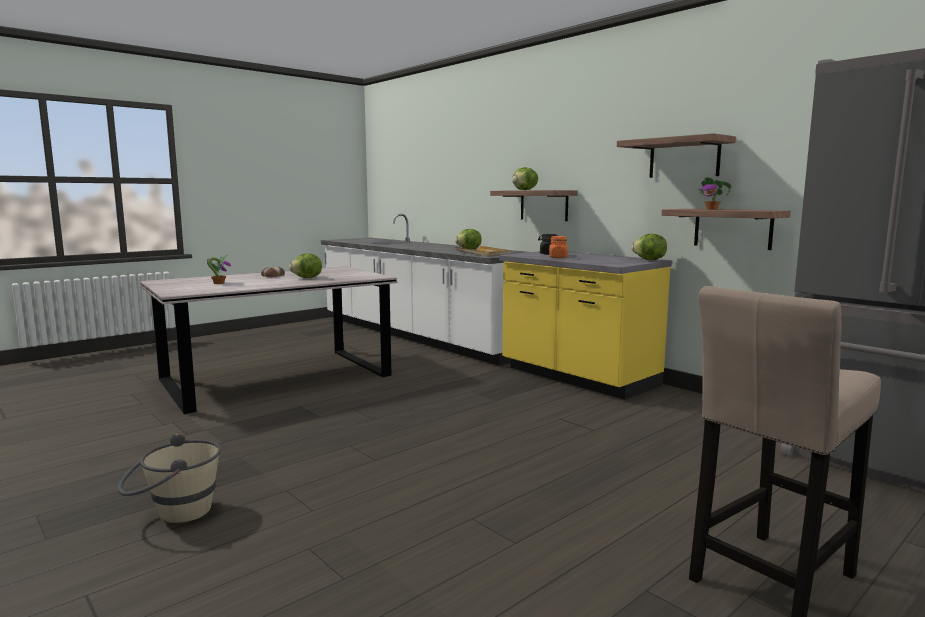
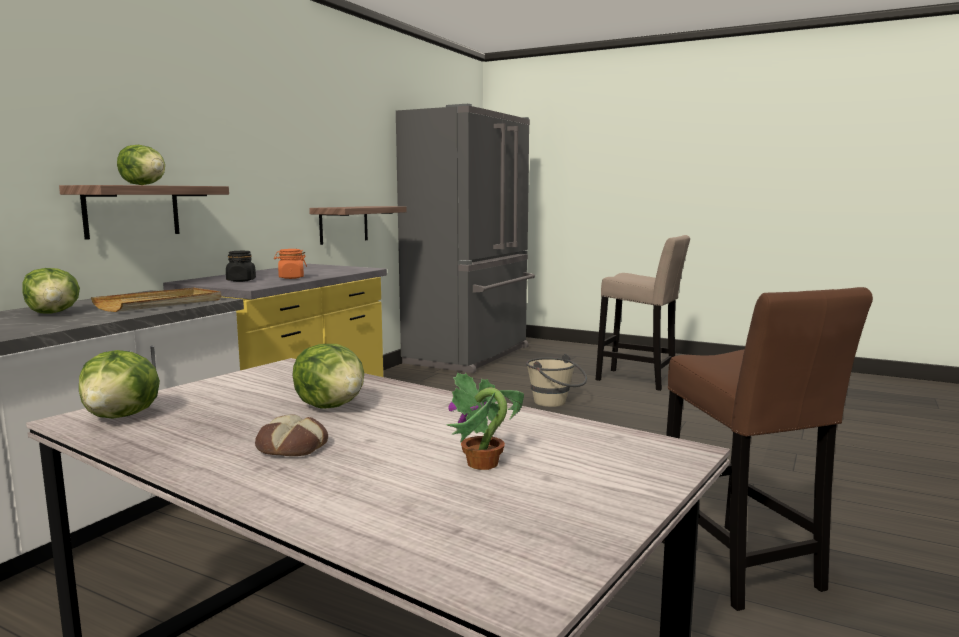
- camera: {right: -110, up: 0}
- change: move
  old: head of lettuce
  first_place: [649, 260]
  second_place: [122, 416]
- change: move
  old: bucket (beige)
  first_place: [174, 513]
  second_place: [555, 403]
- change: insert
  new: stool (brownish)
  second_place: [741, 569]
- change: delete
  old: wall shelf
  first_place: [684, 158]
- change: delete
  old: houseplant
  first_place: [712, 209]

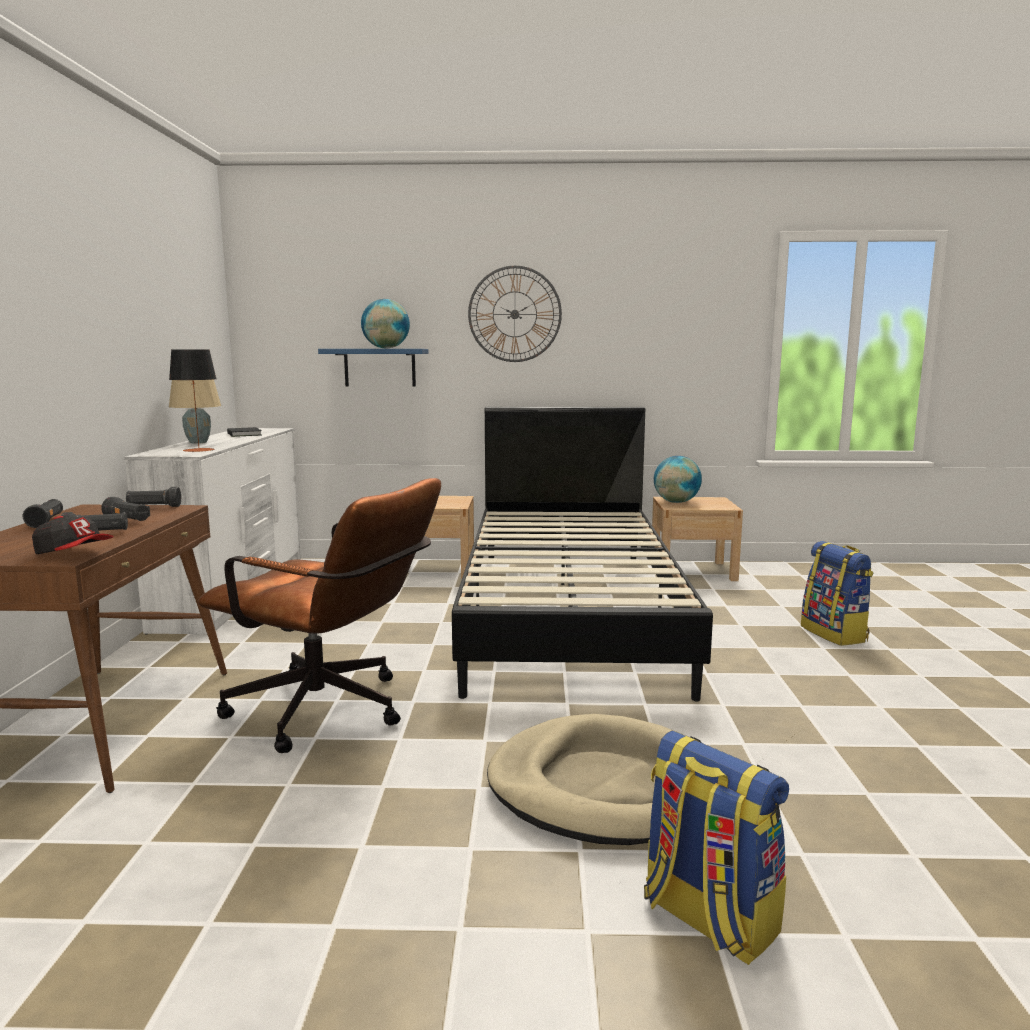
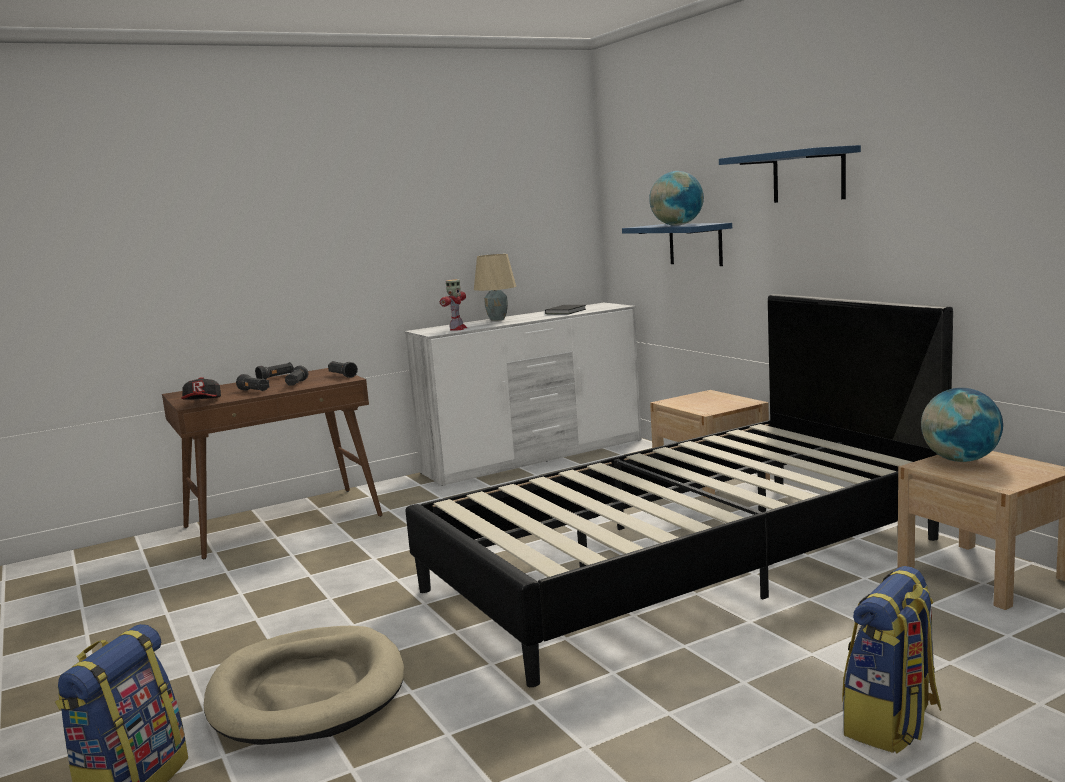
- camera: {right: 60, up: 0}
- change: replace
  old: table lamp
  new: toy robot
  first_place: [199, 450]
  second_place: [457, 329]
- change: replace
  old: hanging clock
  new: wall shelf (bluish)
  first_place: [514, 314]
  second_place: [808, 176]
- change: delete
  old: computer chair (brownish)
  first_place: [331, 713]

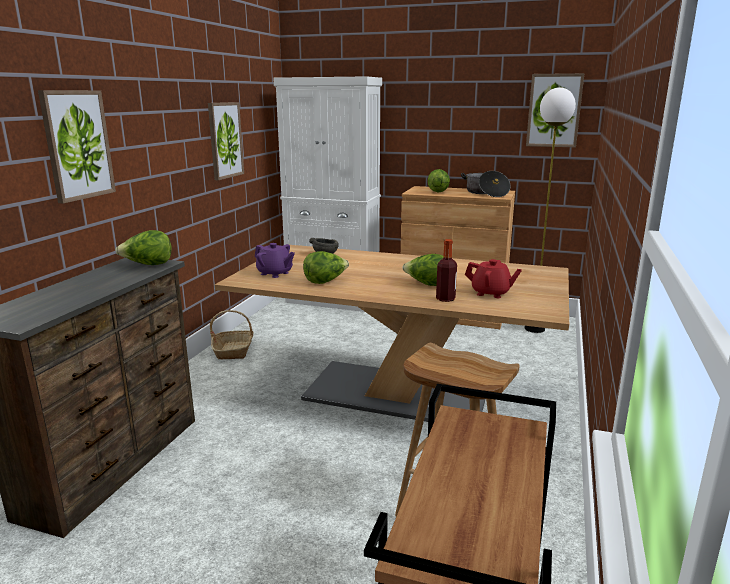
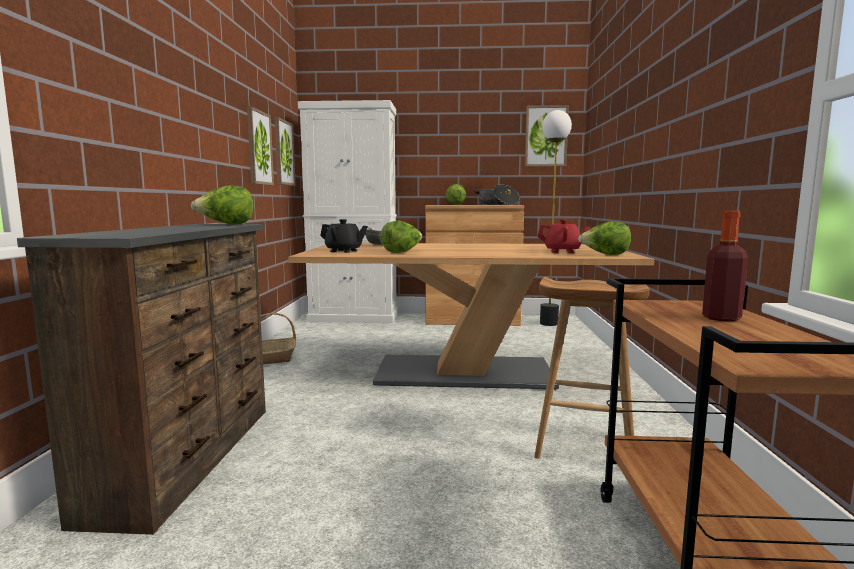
- camera: {right: -15, up: -10}
- change: move
  old: wall art
  first_place: [77, 145]
  second_place: [283, 153]
- change: recolor
  old: tea pot (purple)
  new: tea pot (blackish)
  first_place: [275, 273]
  second_place: [344, 251]
- change: move
  old: head of lettuce
  first_place: [427, 284]
  second_place: [605, 255]
- change: move
  old: beverage bottle
  first_place: [445, 299]
  second_place: [721, 318]

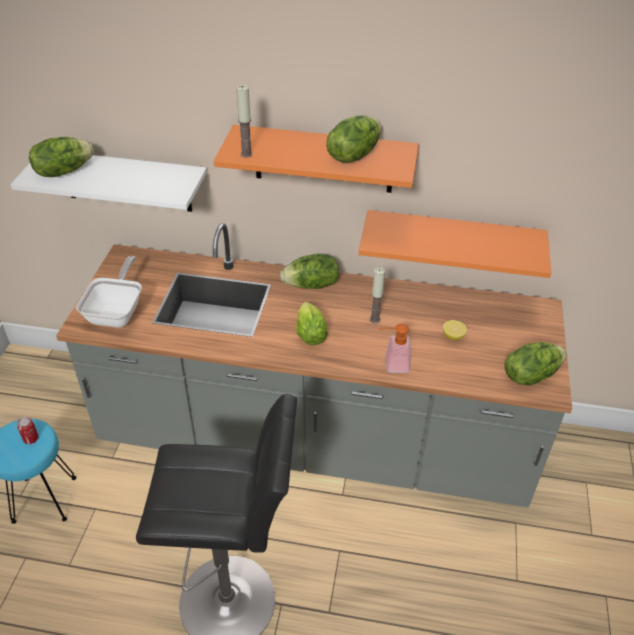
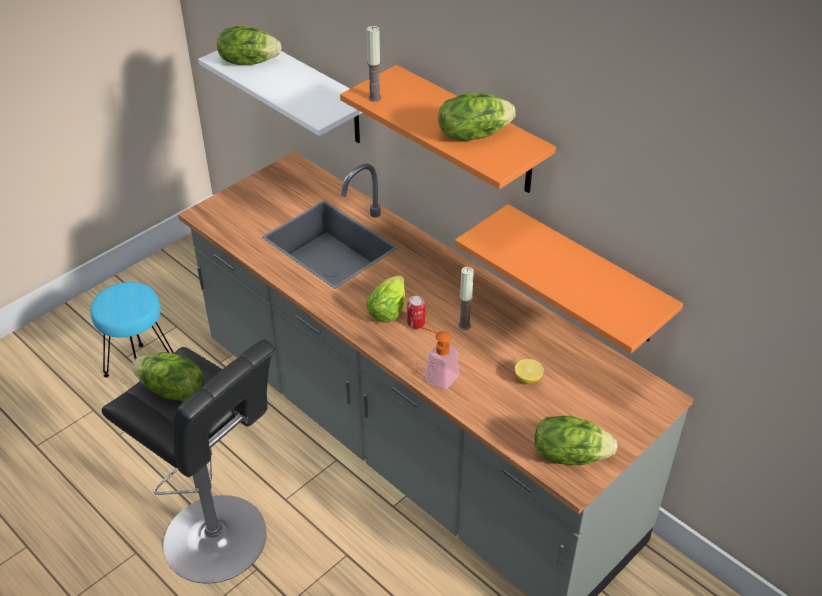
- camera: {right: 35, up: 0}
- change: move
  old: head of lettuce
  first_place: [311, 285]
  second_place: [171, 391]
- change: move
  old: can
  first_place: [31, 439]
  second_place: [416, 324]
- change: delete
  old: frying pan
  first_place: [117, 312]

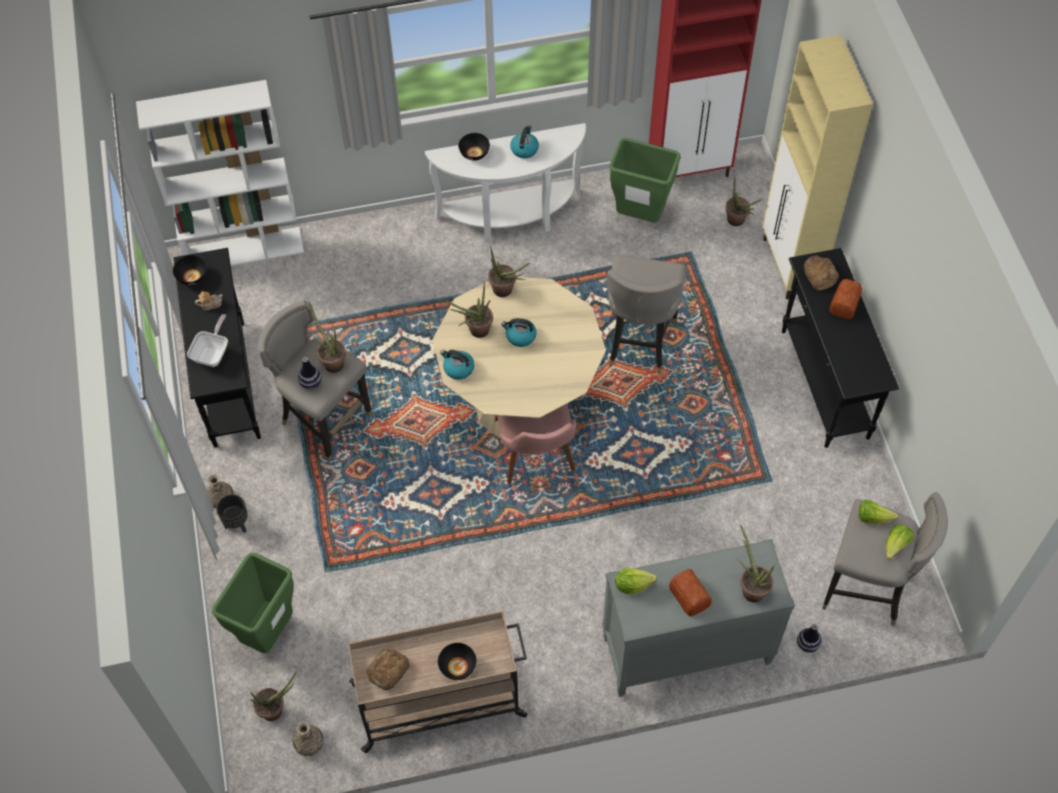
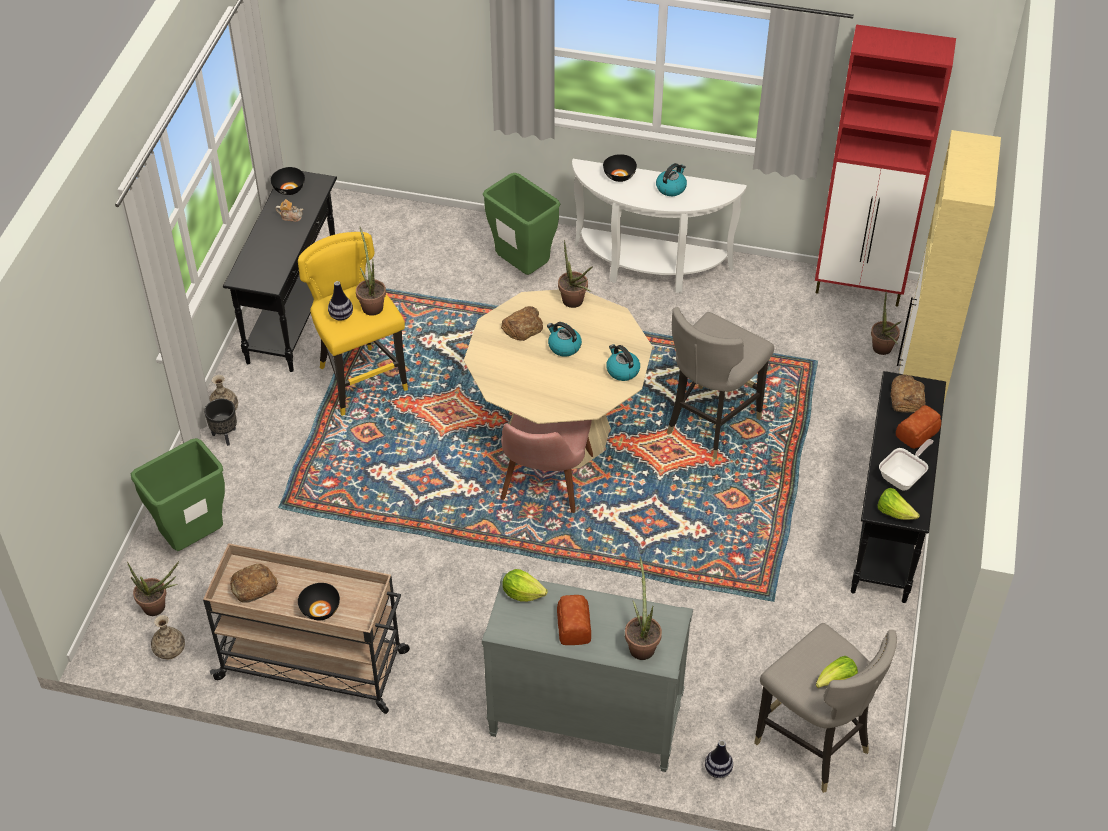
- camera: {right: 25, up: -10}
- change: recolor
  old: stool (grey)
  new: stool (yellow)
  first_place: [325, 421]
  second_place: [360, 380]
- change: move
  old: waste bin (green)
  first_place: [639, 216]
  second_place: [522, 268]
- change: replace
  old: houseplant
  new: bread
  first_place: [475, 331]
  second_place: [523, 327]
- change: move
  old: kettle
  first_place: [458, 368]
  second_place: [622, 370]
- change: move
  old: head of lettuce
  first_place: [872, 517]
  second_place: [894, 513]
- change: move
  old: frying pan
  first_place: [213, 353]
  second_place: [904, 476]
- change: delete
  old: bookshelf (white)
  first_place: [245, 250]

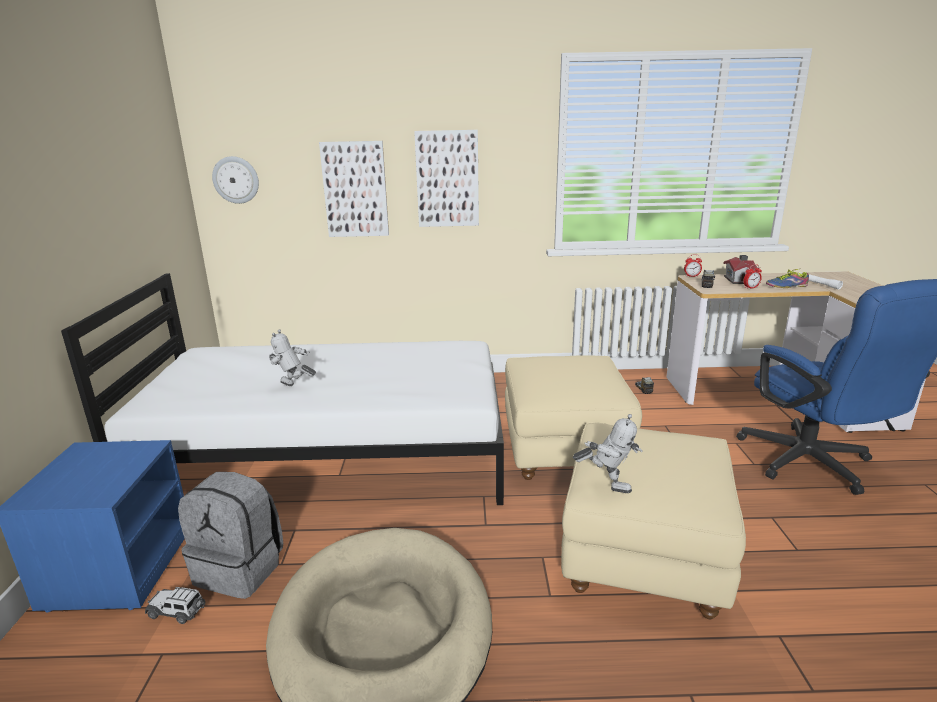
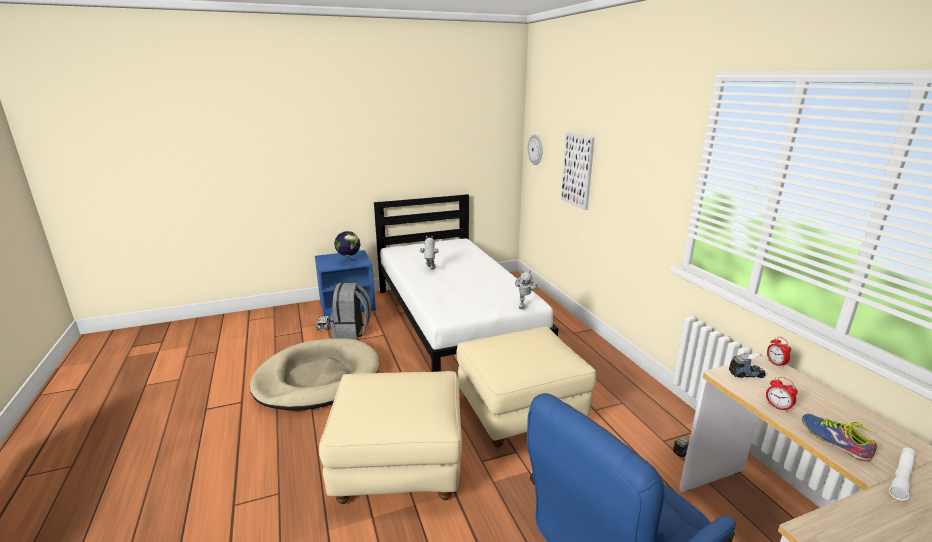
- camera: {right: 70, up: 0}
- change: insert
  new: globe
  second_place: [349, 262]
- change: move
  old: toy robot
  first_place: [607, 484]
  second_place: [524, 304]
- change: delete
  old: wall art
  first_place: [447, 179]
- change: delete
  old: miniature house
  first_place: [738, 280]

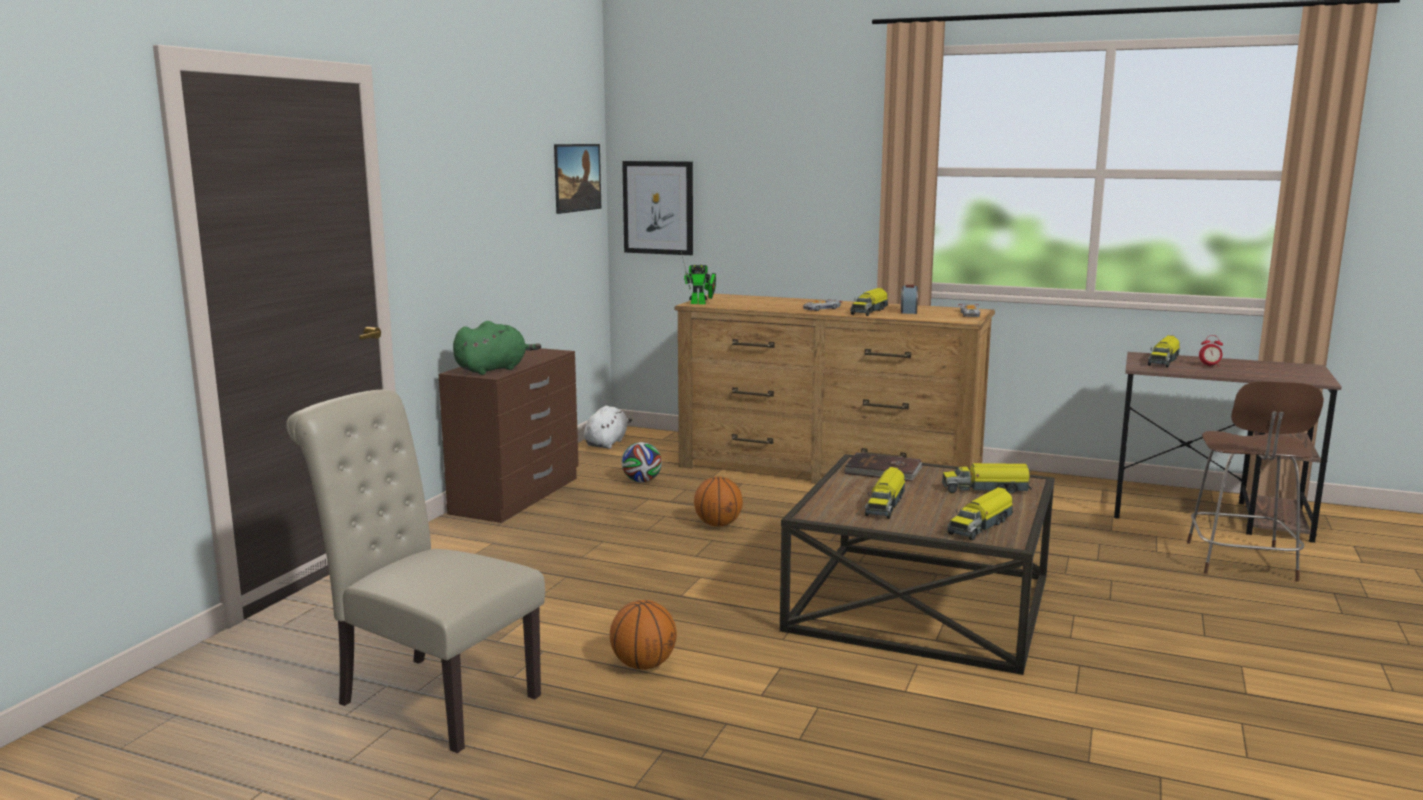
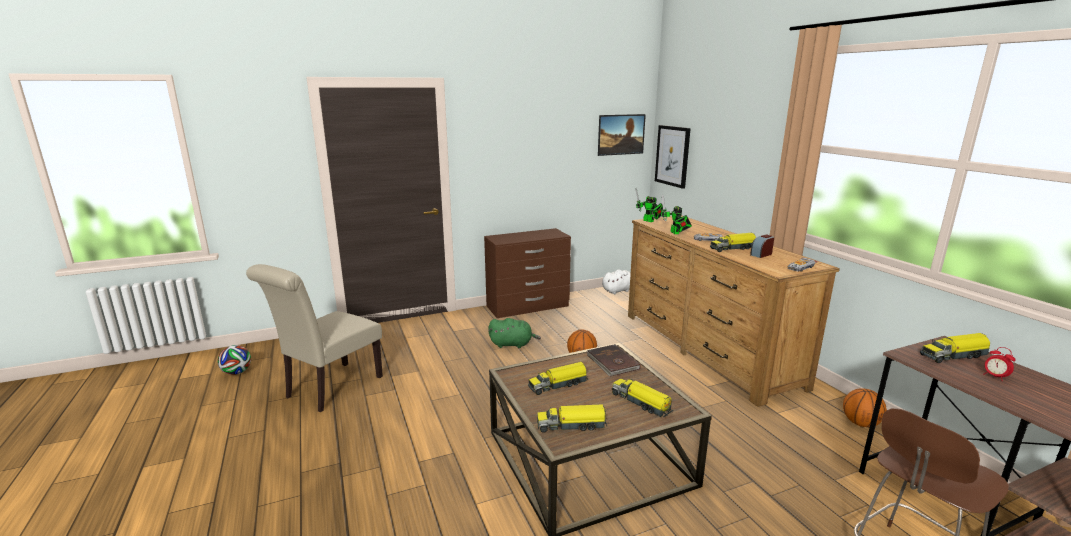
- camera: {right: 45, up: 5}
- change: move
  old: ball for football
  first_place: [641, 481]
  second_place: [237, 372]
- change: rotate
  old: plain chair (beige)
  first_place: [428, 697]
  second_place: [329, 389]
  degrees: -135
- change: move
  old: cuddly toy (green)
  first_place: [493, 369]
  second_place: [513, 344]
- change: insert
  new: toy robot
  second_place: [675, 233]
- change: move
  old: basketball ball
  first_place: [643, 665]
  second_place: [860, 423]

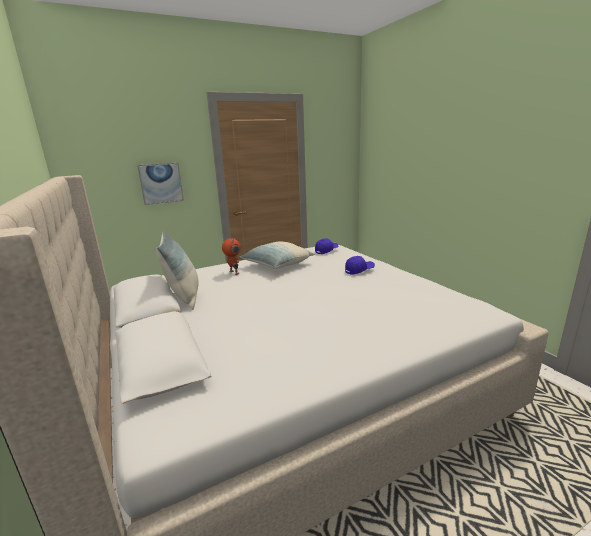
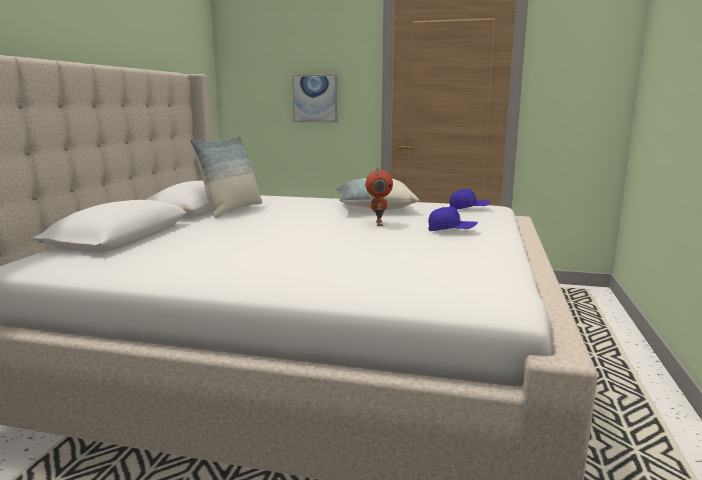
- camera: {right: 40, up: -5}
- change: move
  old: toy robot
  first_place: [233, 273]
  second_place: [378, 223]

